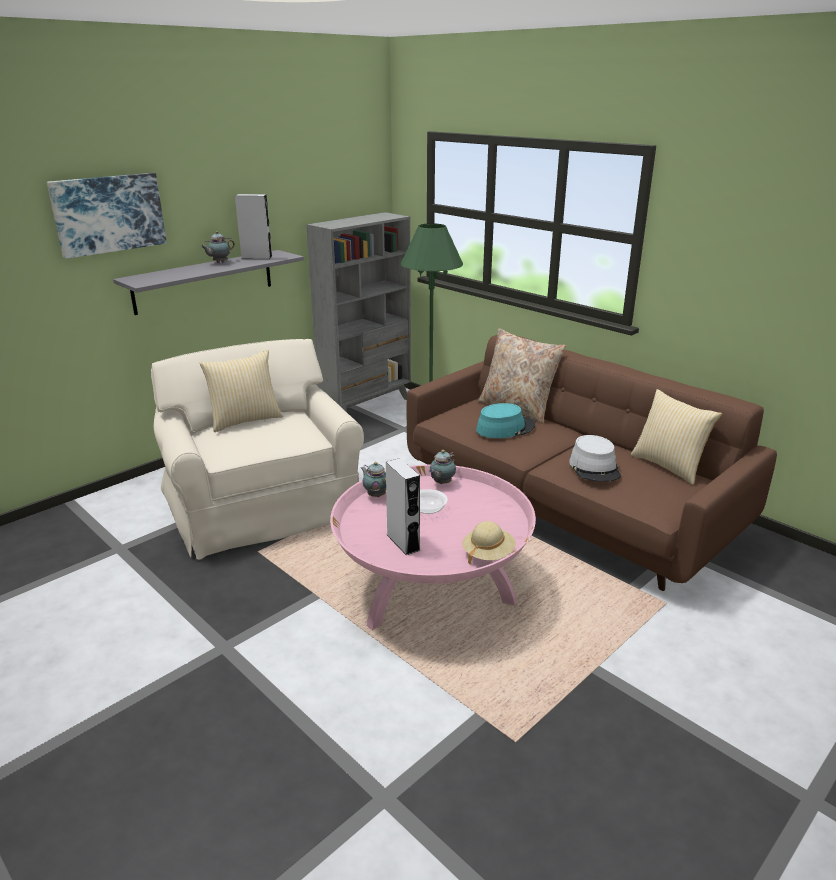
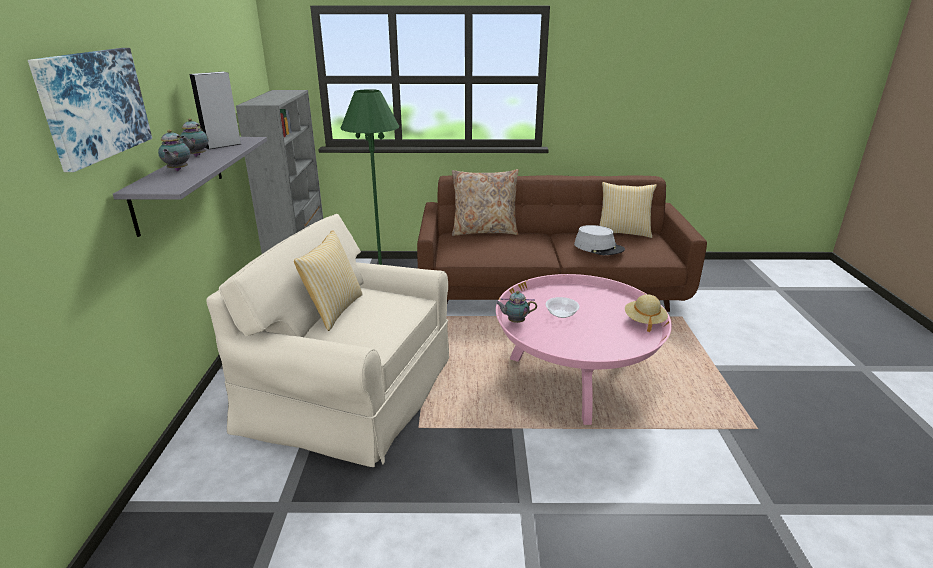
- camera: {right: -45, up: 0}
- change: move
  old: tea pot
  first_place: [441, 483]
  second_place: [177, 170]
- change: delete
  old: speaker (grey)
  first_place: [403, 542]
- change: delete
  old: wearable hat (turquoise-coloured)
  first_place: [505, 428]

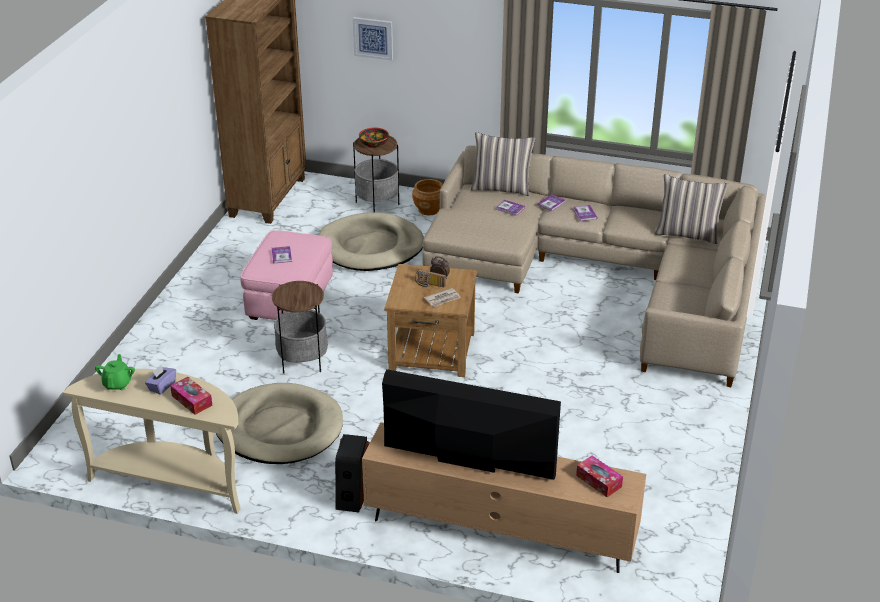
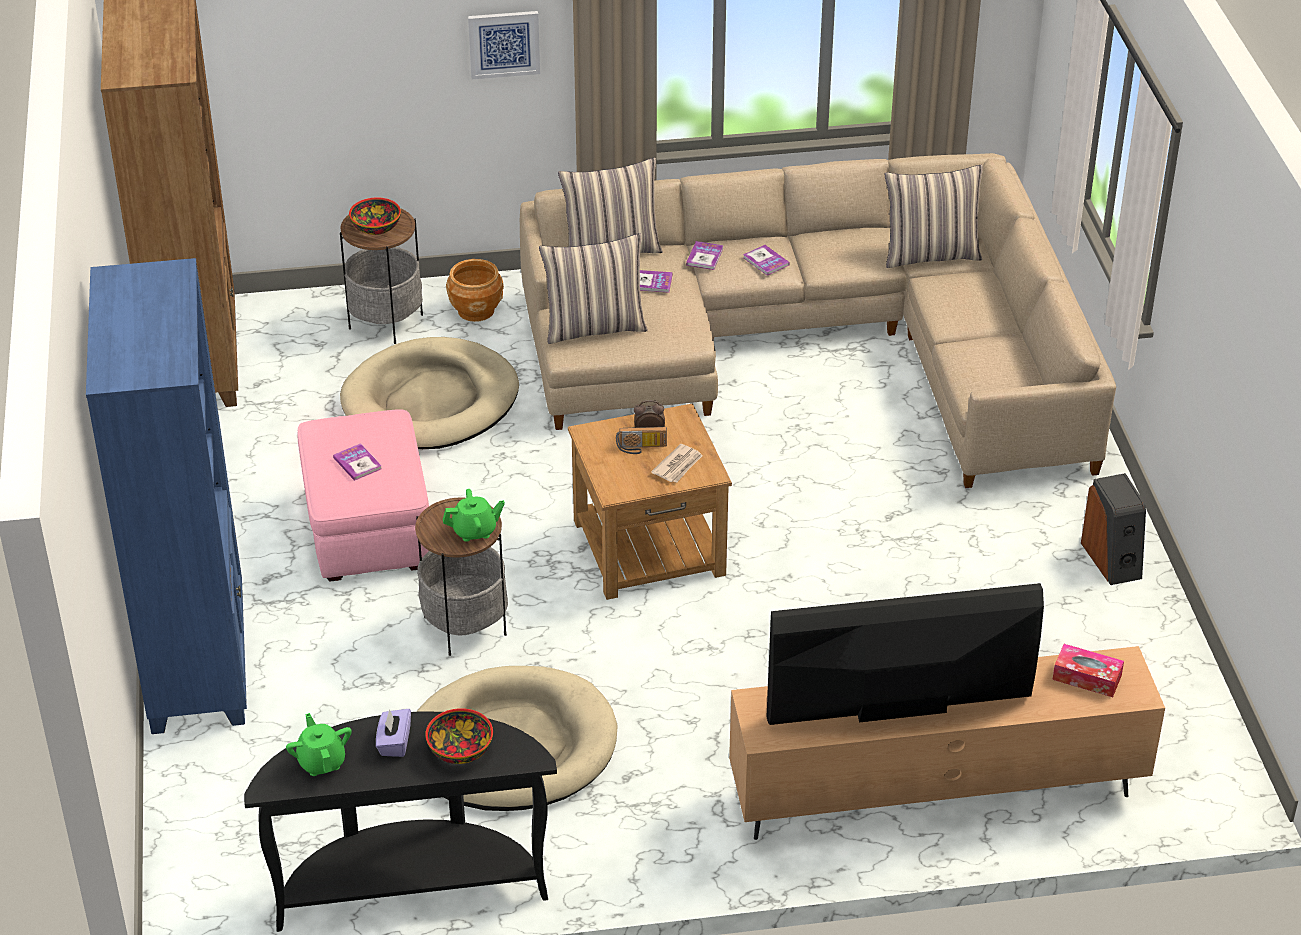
- camera: {right: -25, up: 5}
- change: insert
  new: bookshelf (bluish)
  second_place: [199, 662]
- change: recolor
  old: hall table (beige)
  new: hall table (blackish)
  first_place: [173, 481]
  second_place: [411, 884]
- change: replace
  old: tissue box
  new: deep dish
  first_place: [192, 400]
  second_place: [459, 750]
- change: insert
  new: tea pot (green)
  second_place: [475, 531]
- change: move
  old: wall art
  first_place: [373, 38]
  second_place: [504, 44]
- change: insert
  new: cushion
  second_place: [595, 327]
- change: move
  old: speaker
  first_place: [352, 494]
  second_place: [1112, 559]

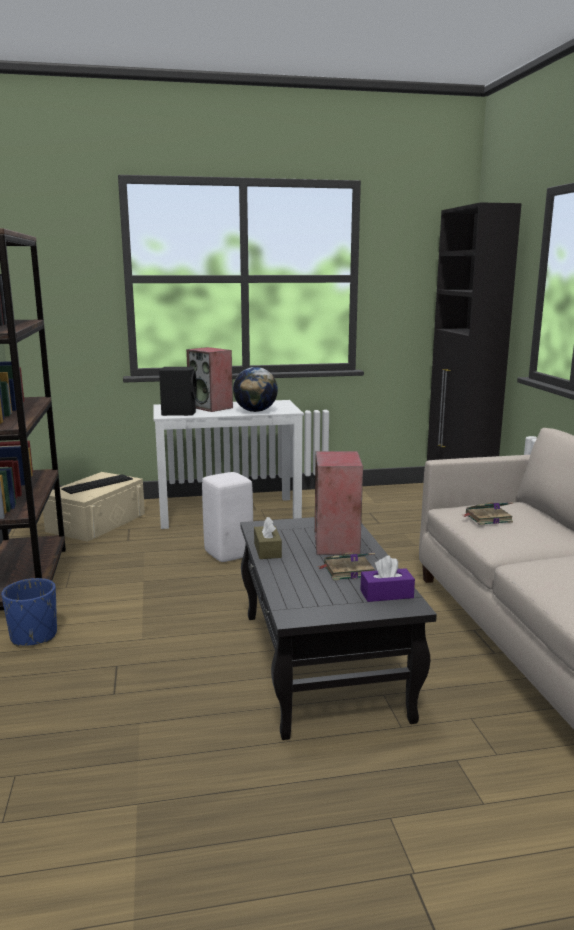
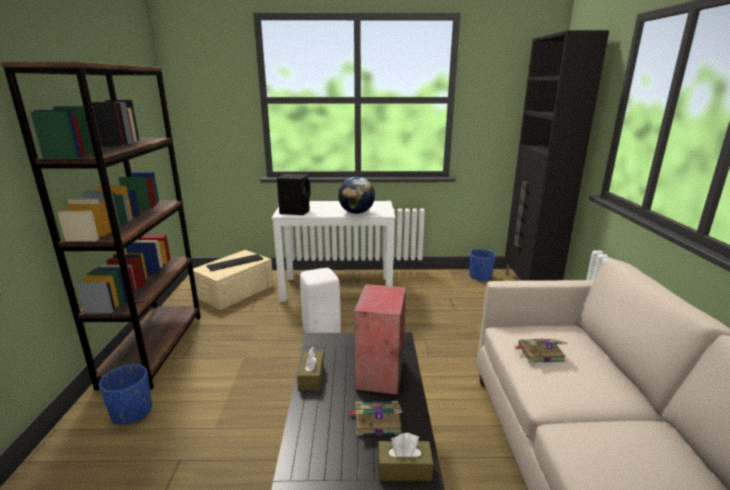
- camera: {right: 10, up: 5}
- change: recolor
  old: tissue box (purple)
  new: tissue box (brownish)
  first_place: [386, 594]
  second_place: [404, 469]
- change: insert
  new: plant pot (bluish)
  second_place: [480, 277]
- change: delete
  old: speaker
  first_place: [211, 407]

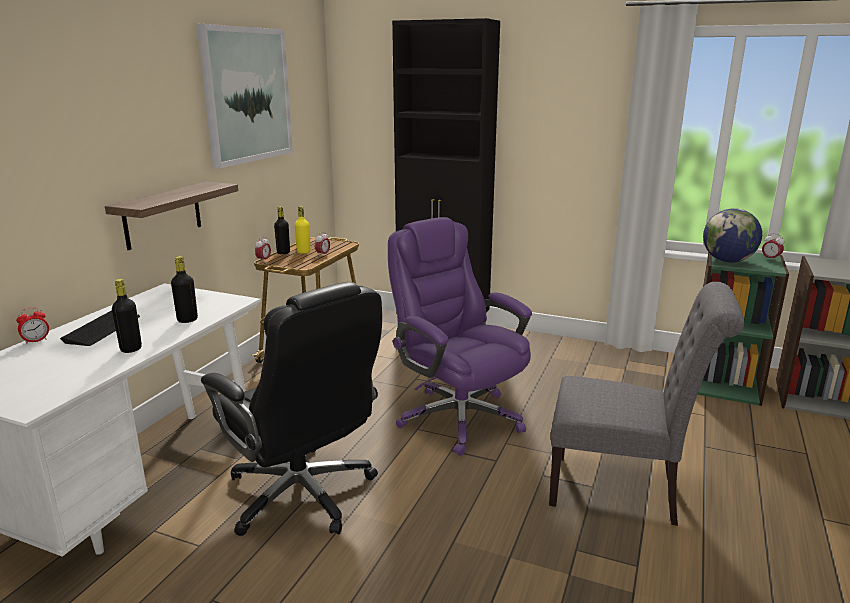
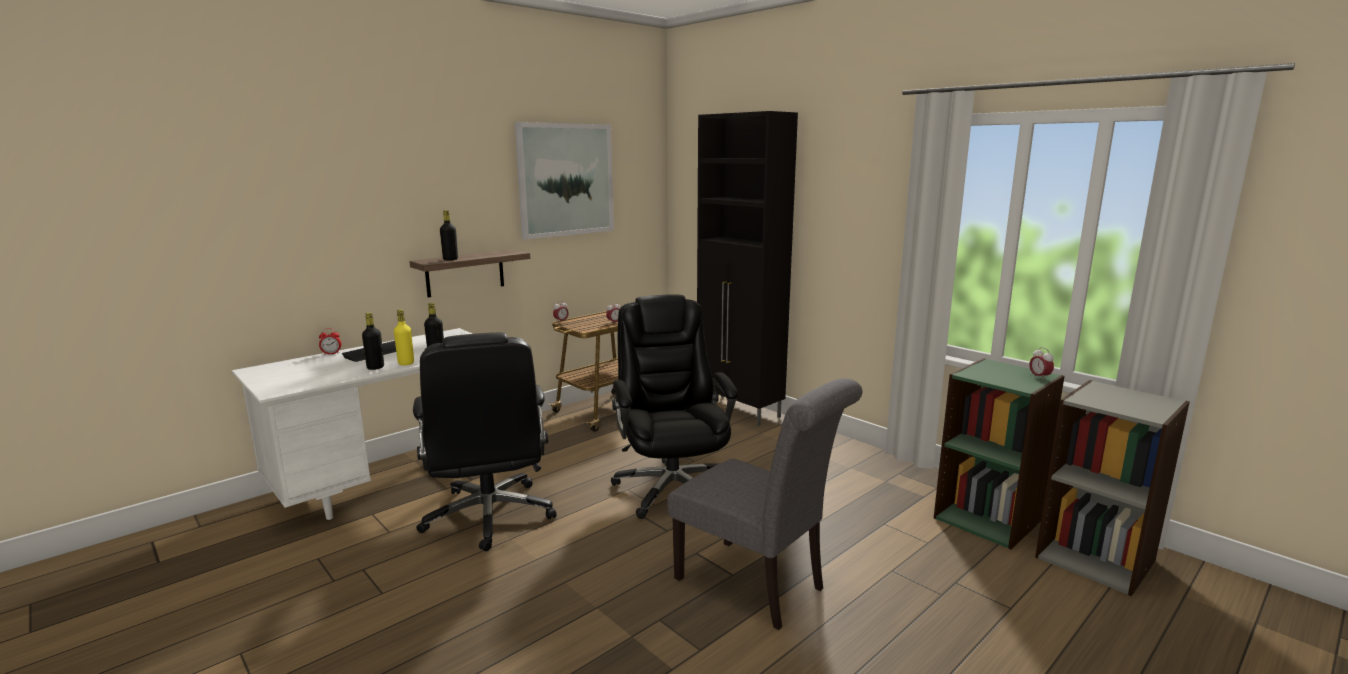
- camera: {right: 25, up: -5}
- change: move
  old: beverage bottle (yellow)
  first_place: [303, 252]
  second_place: [406, 363]
- change: move
  old: beverage bottle (blackish)
  first_place: [283, 252]
  second_place: [450, 259]
- change: recolor
  old: computer chair (purple)
  new: computer chair (blackish)
  first_place: [458, 417]
  second_place: [672, 488]
- change: delete
  old: globe
  first_place: [727, 261]

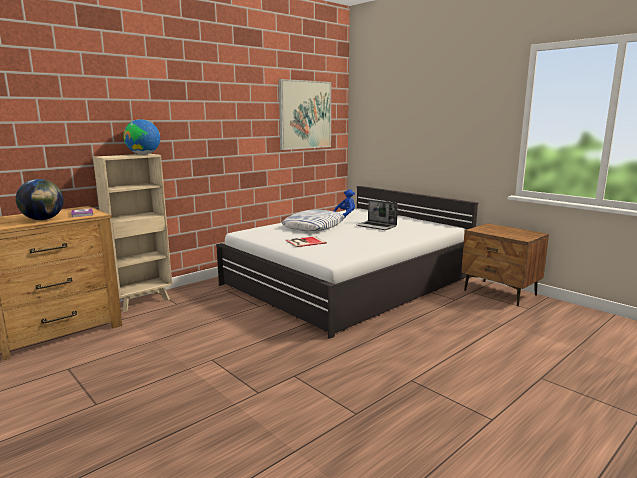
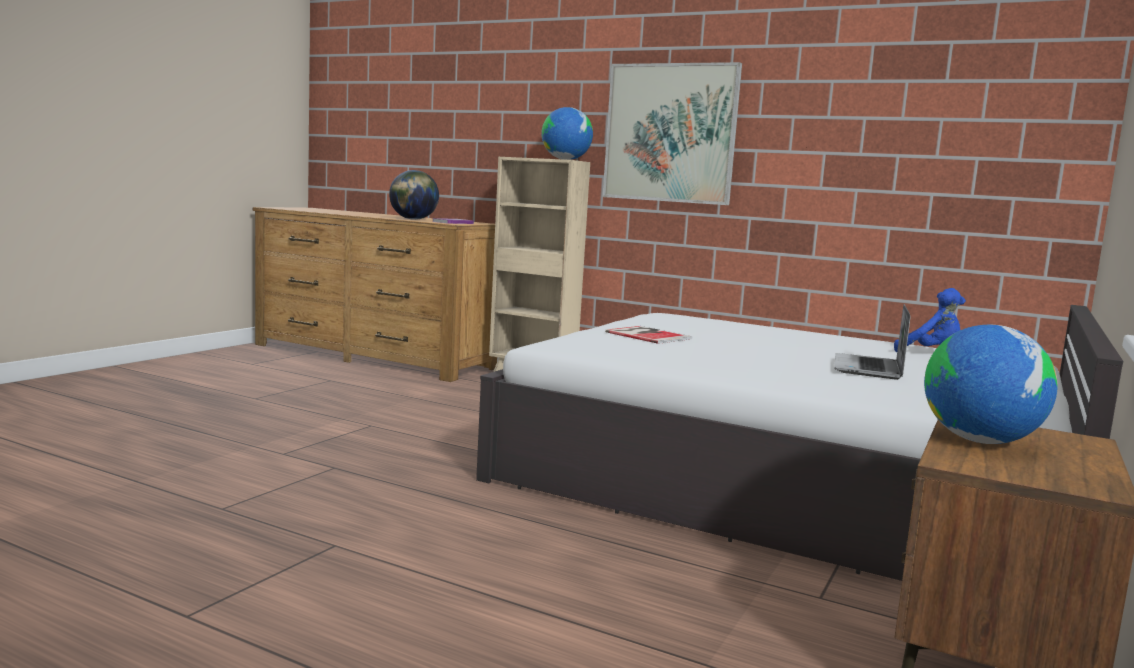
- camera: {right: 70, up: -5}
- change: move
  old: wall art
  first_place: [305, 115]
  second_place: [670, 133]
- change: insert
  new: globe
  second_place: [980, 441]
- change: delete
  old: cushion
  first_place: [314, 226]

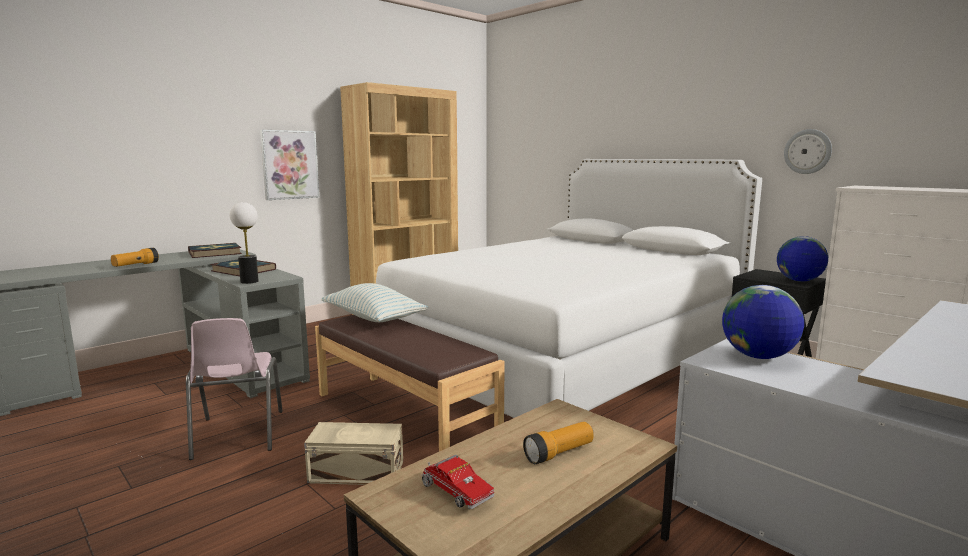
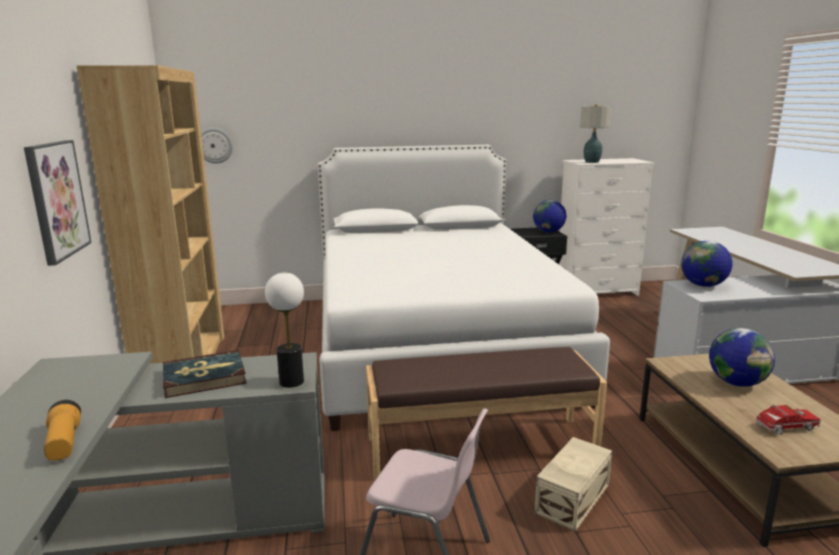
- camera: {right: -55, up: 5}
- change: move
  old: hanging clock
  first_place: [807, 151]
  second_place: [214, 145]
- change: insert
  new: table lamp
  second_place: [592, 162]
- change: replace
  old: hand torch
  new: globe
  first_place: [559, 453]
  second_place: [737, 383]
- change: delete
  old: volume
  first_place: [215, 253]
- change: delete
  old: cushion
  first_place: [373, 318]

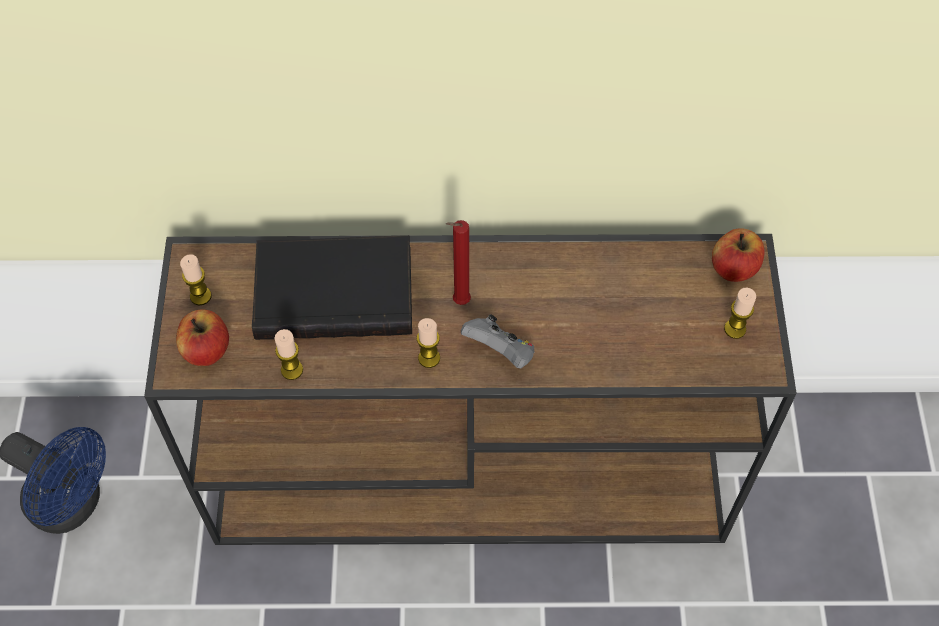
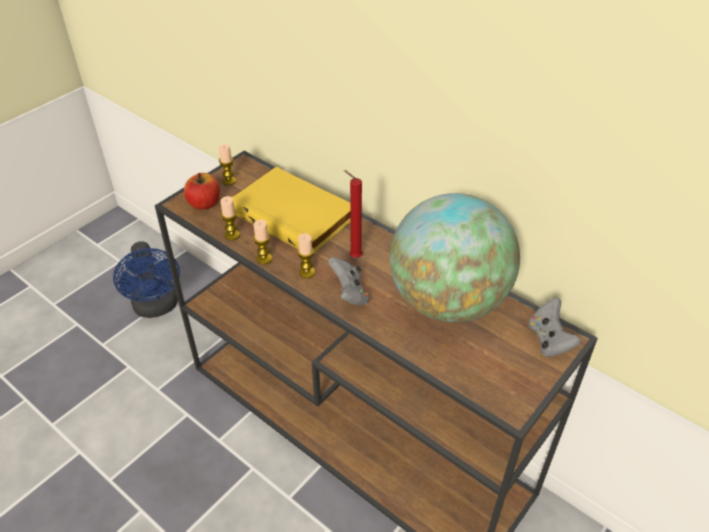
- camera: {right: 40, up: -15}
- change: recolor
  old: volume (blackish)
  new: volume (yellow)
  first_place: [335, 290]
  second_place: [295, 214]
- change: move
  old: wax candle
  first_place: [735, 329]
  second_place: [264, 259]
- change: insert
  new: globe
  second_place: [447, 301]
- change: replace
  old: whole apple
  new: game controller (grey)
  first_place: [734, 268]
  second_place: [549, 340]

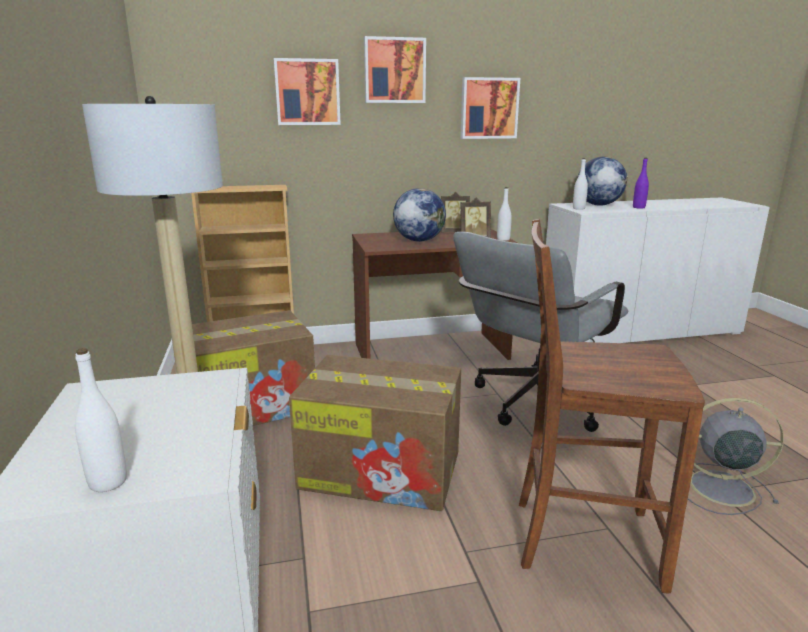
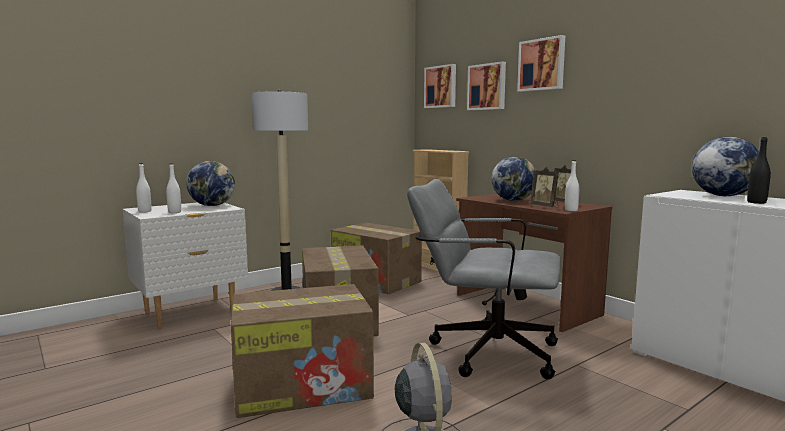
- camera: {right: 65, up: -10}
- change: move
  old: beverage bottle (white)
  first_place: [578, 208]
  second_place: [174, 212]
- change: insert
  new: globe
  second_place: [212, 205]
- change: replace
  old: plain chair (brownish)
  new: carton
  first_place: [582, 539]
  second_place: [304, 385]
- change: move
  old: wall art
  first_place: [488, 108]
  second_place: [441, 87]
- change: recolor
  old: beverage bottle (purple)
  new: beverage bottle (blackish)
  first_place: [638, 207]
  second_place: [756, 202]

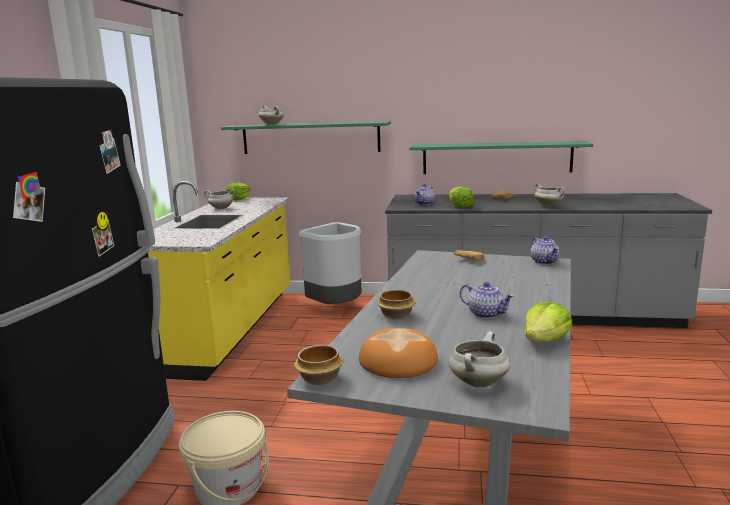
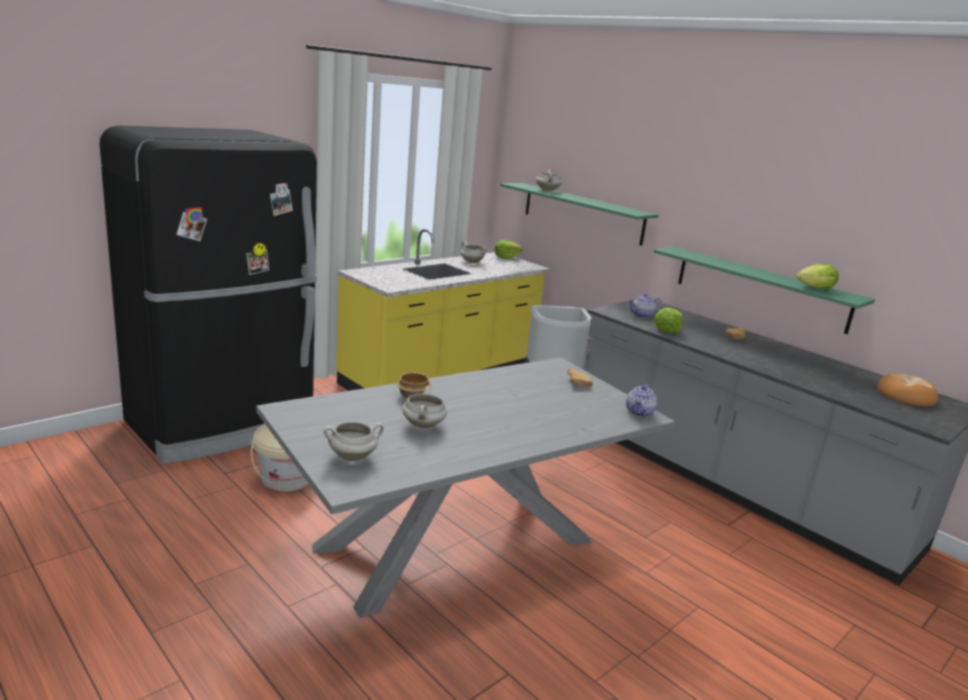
- camera: {right: 35, up: 5}
- change: move
  old: stockpot (white)
  first_place: [549, 206]
  second_place: [423, 426]
- change: move
  old: head of lettuce
  first_place: [545, 341]
  second_place: [815, 288]
- change: move
  old: bread
  first_place: [397, 361]
  second_place: [905, 395]
- change: delete
  old: deep dish
  first_place: [320, 379]
- change: delete
  old: tea pot
  first_place: [486, 314]

